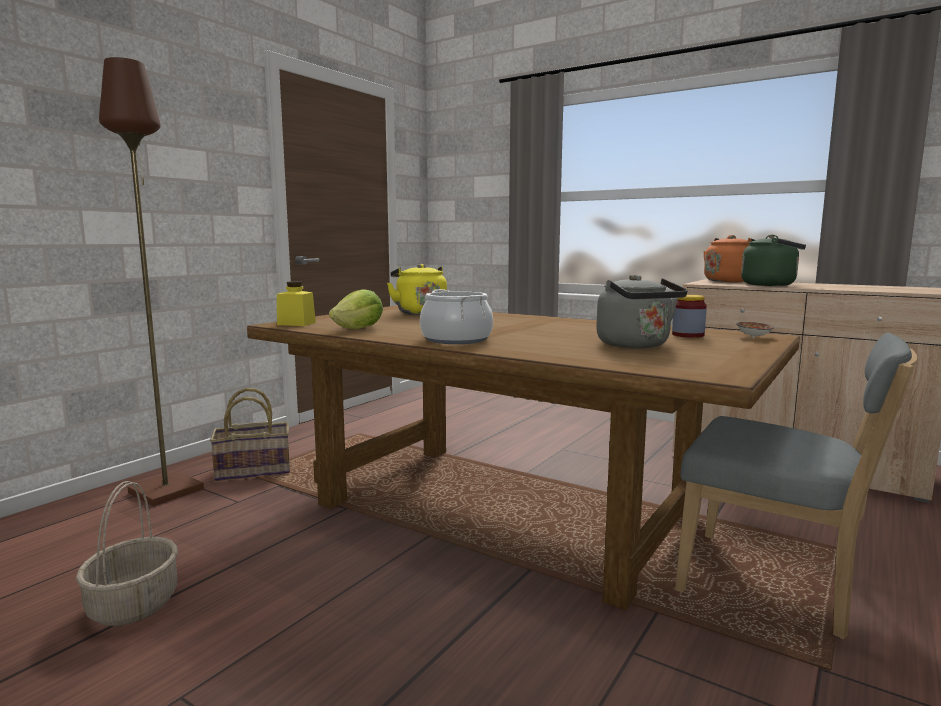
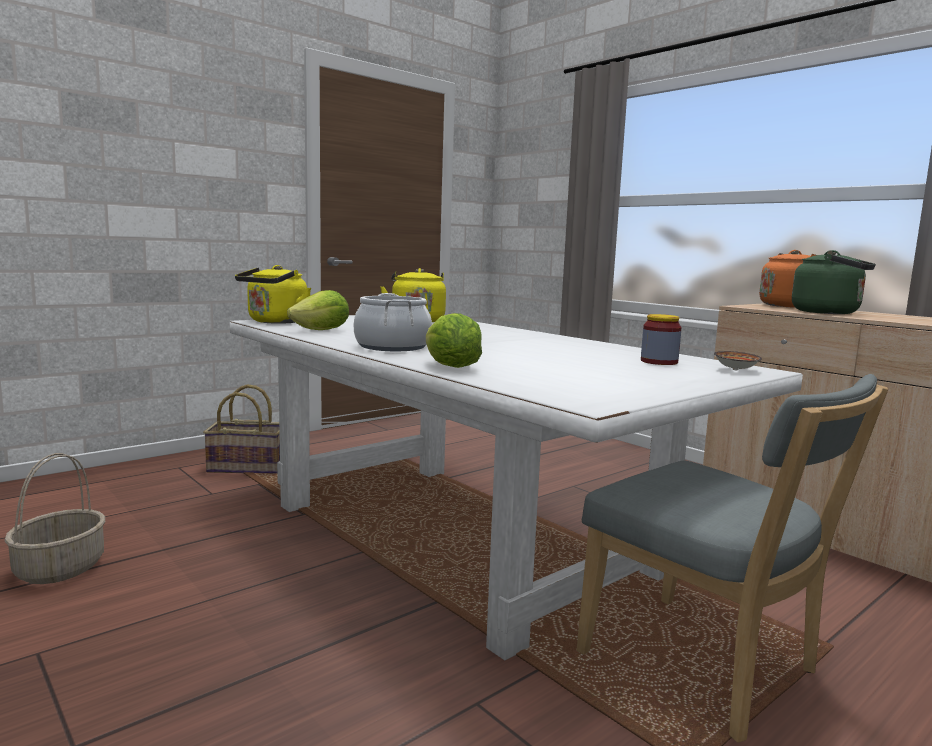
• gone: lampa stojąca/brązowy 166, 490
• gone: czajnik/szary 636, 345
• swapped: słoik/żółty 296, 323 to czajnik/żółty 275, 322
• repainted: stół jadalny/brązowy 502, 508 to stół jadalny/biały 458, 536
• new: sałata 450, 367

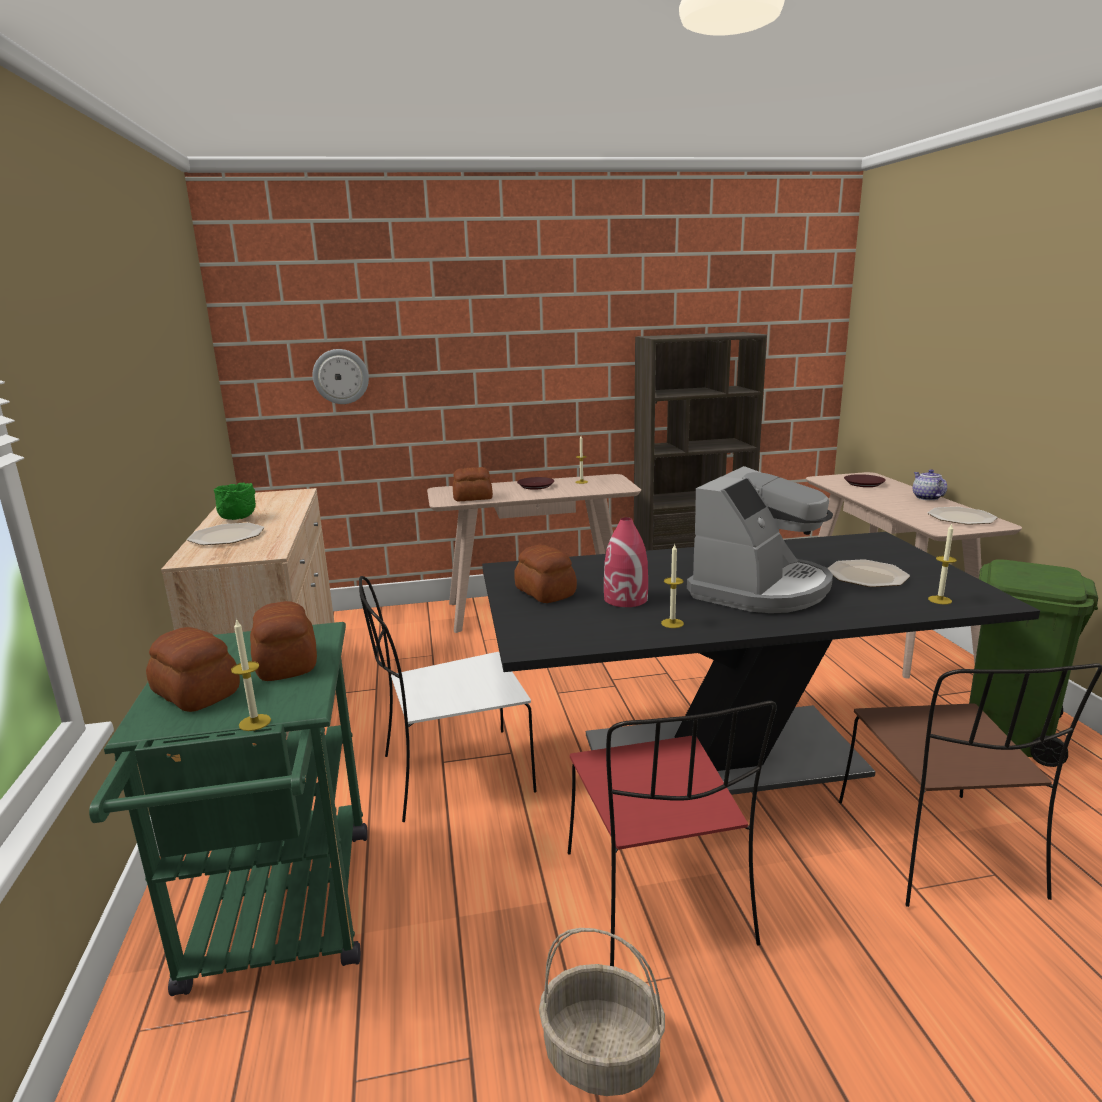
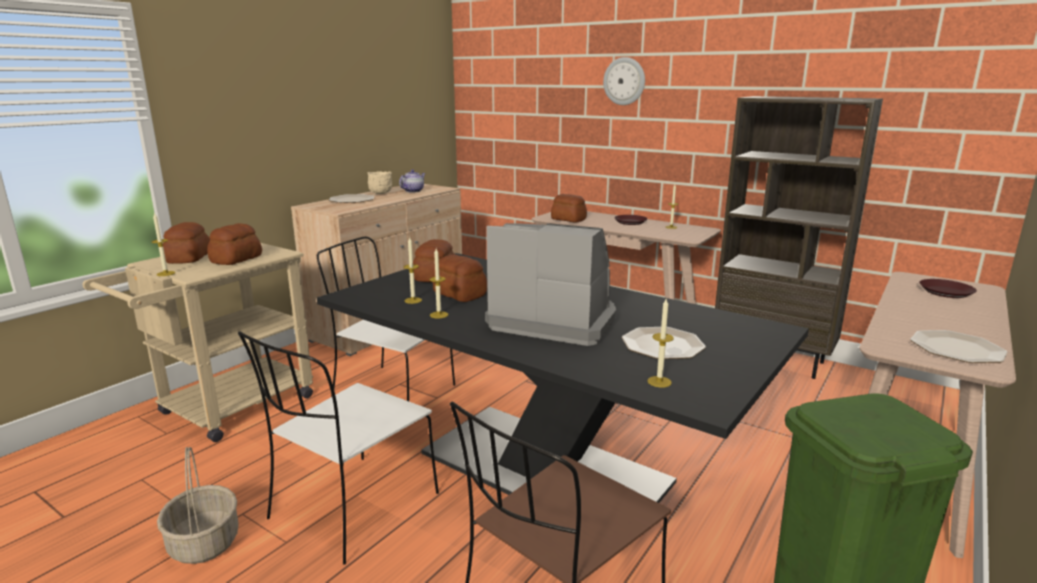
• shifted: zegar ścienny 341, 376 to 624, 81
• rotated: ekspres do kawy 760, 589 = 553, 321 150 degrees counterclockwise
• shifted: imbryk 926, 497 to 413, 191
• repainted: miska/zielony 237, 519 to miska/beżowy 380, 194
• swapped: wazon/czerwony 626, 599 to chleb 460, 294
• repainted: wózek/zielony 279, 922 to wózek/beżowy 226, 410
• repainted: krzesło/czerwony 659, 900 to krzesło/biały 351, 508
• new: świeca 413, 300

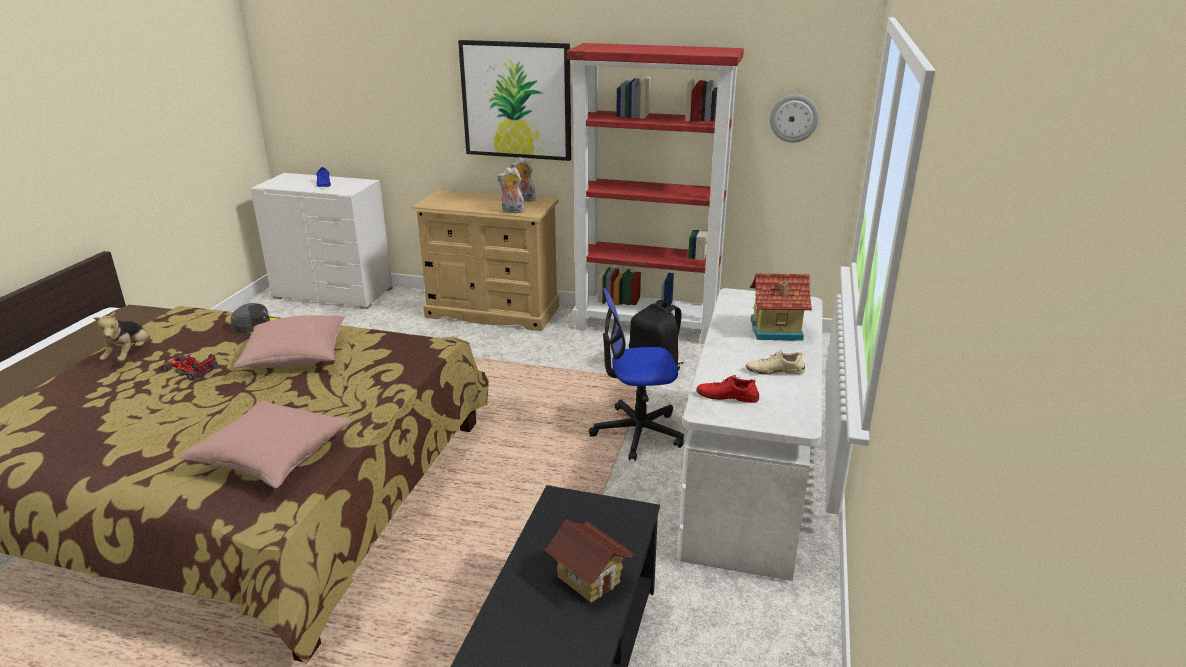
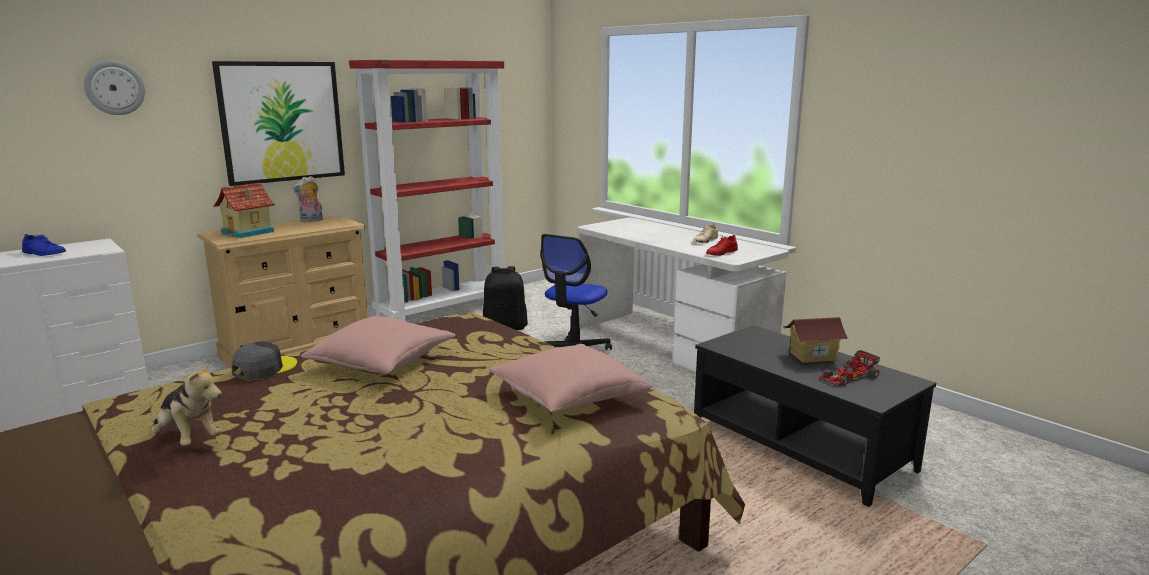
• shifted: zegar ścienny 794, 118 to 114, 88
• gone: pluszak 512, 211
• shifted: domek 776, 330 to 248, 232
• shifted: samochodzik 188, 369 to 848, 376

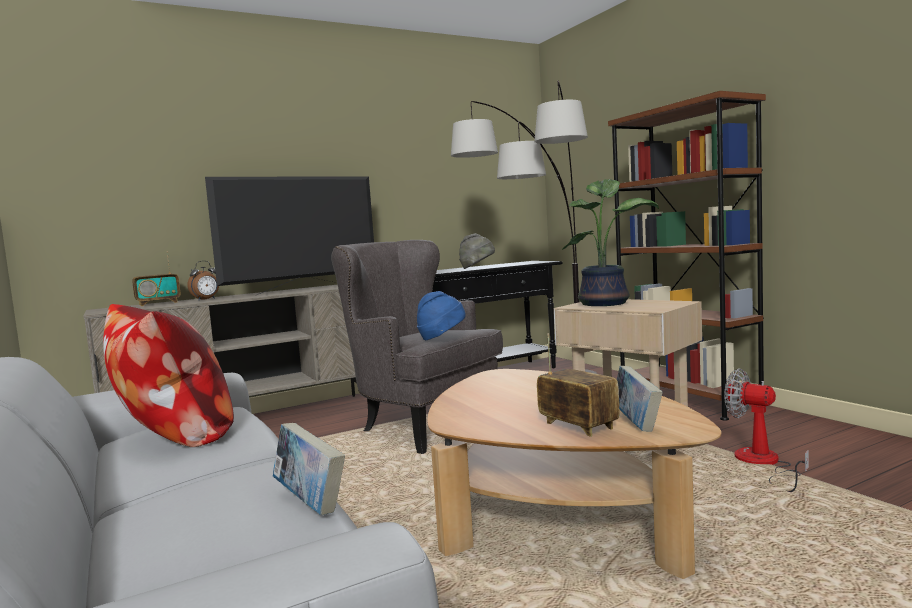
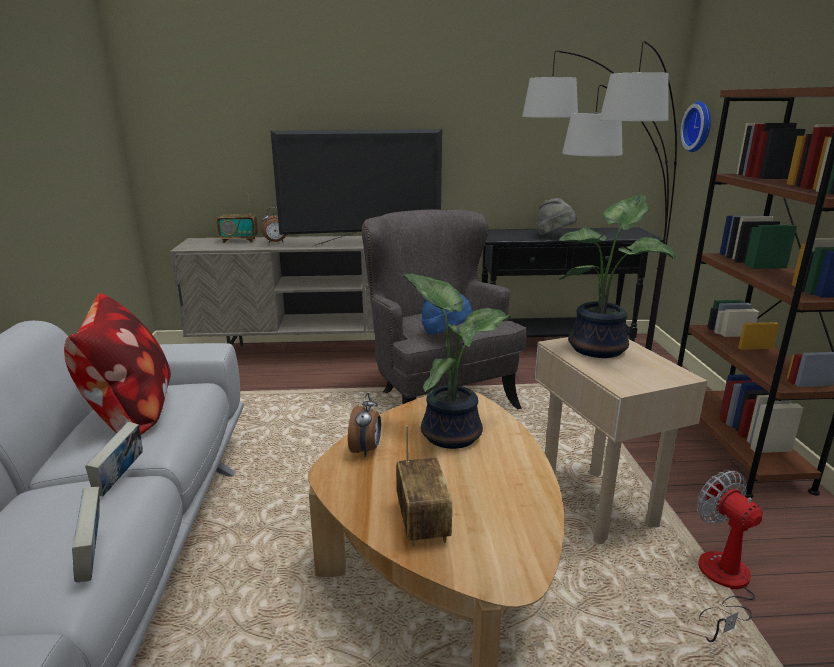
• shifted: książka 636, 423 to 121, 480
• new: zegar ścienny 700, 127
• new: roślina doniczkowa 451, 433
• new: budzik 366, 450

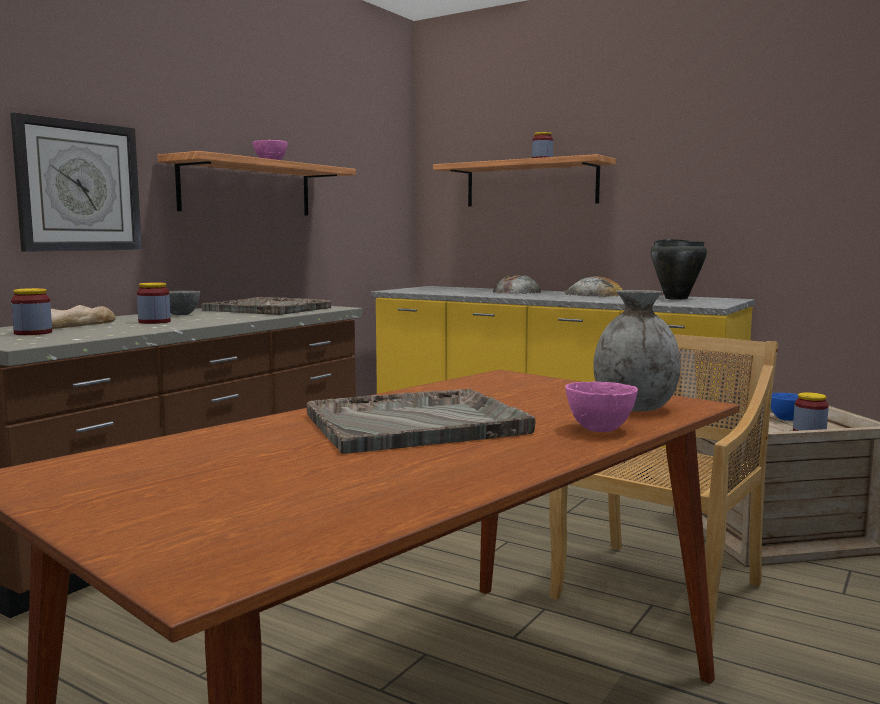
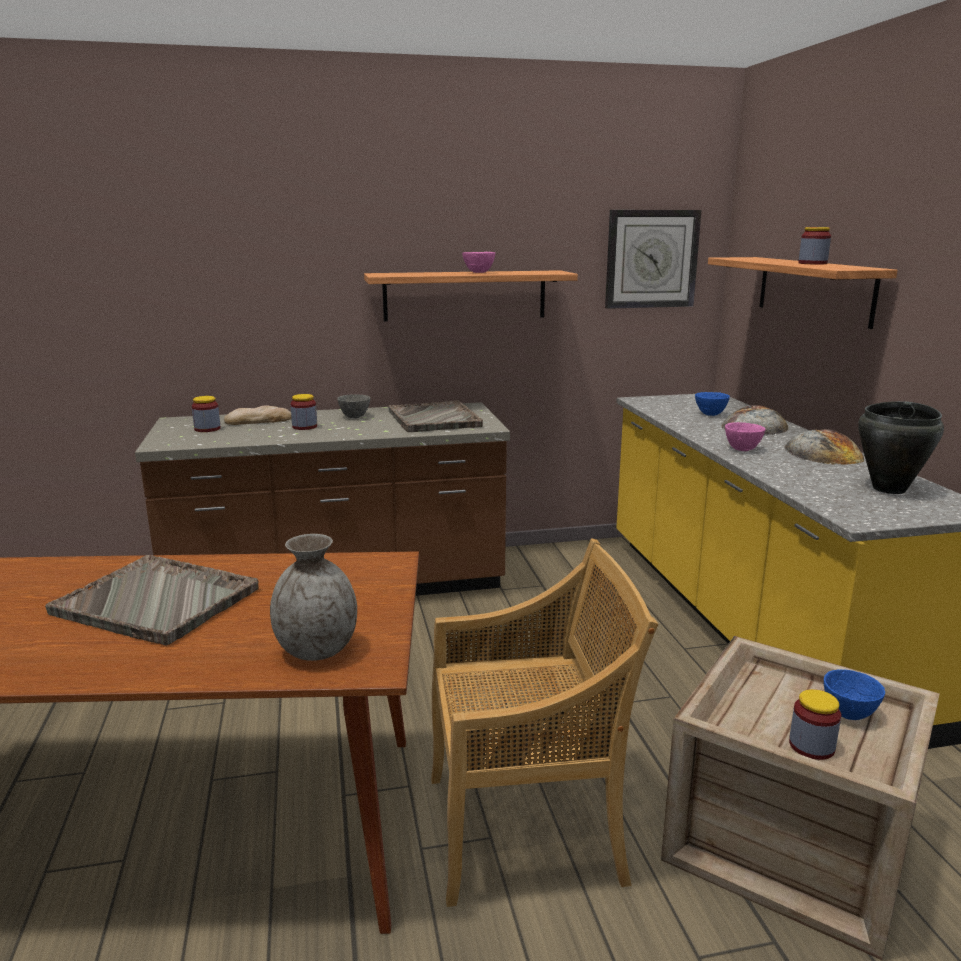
• shifted: zegar ścienny 78, 186 to 651, 259
• shifted: miska/różowy 598, 429 to 741, 449
• new: miska/niebieski 710, 414

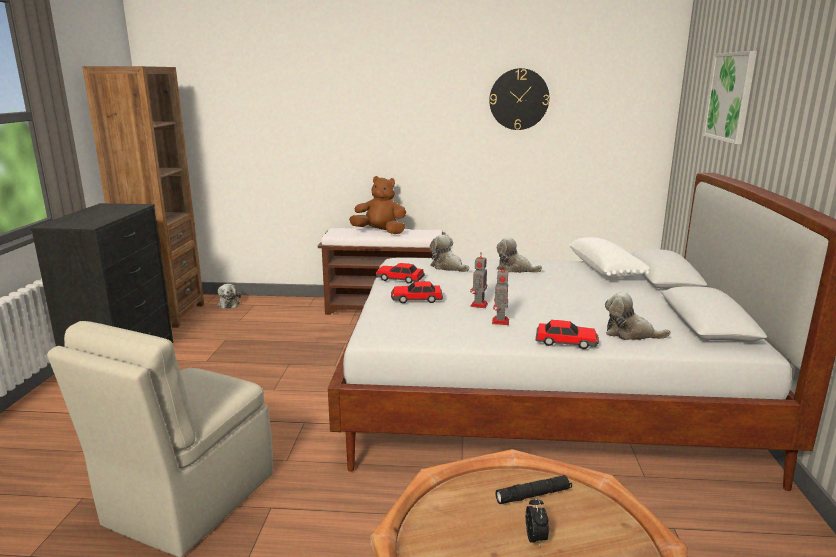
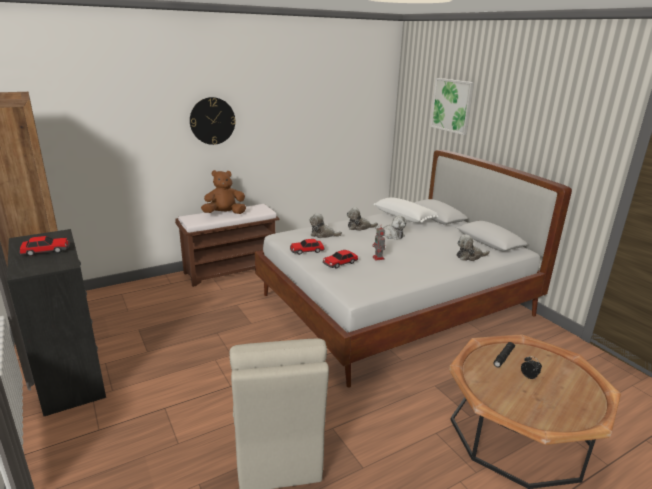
• shifted: zegar ścienny 519, 99 to 212, 121
• gone: robot zabawkowy 500, 322
• shifted: pluszak 228, 304 to 391, 235
• shifted: samochodzik 566, 342 to 46, 251

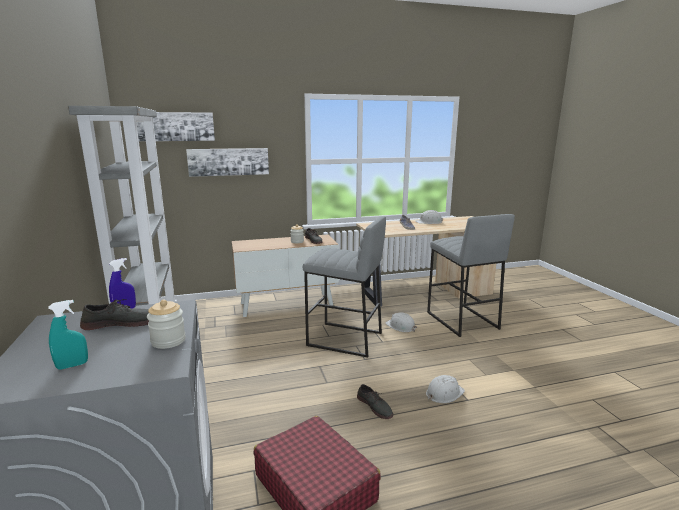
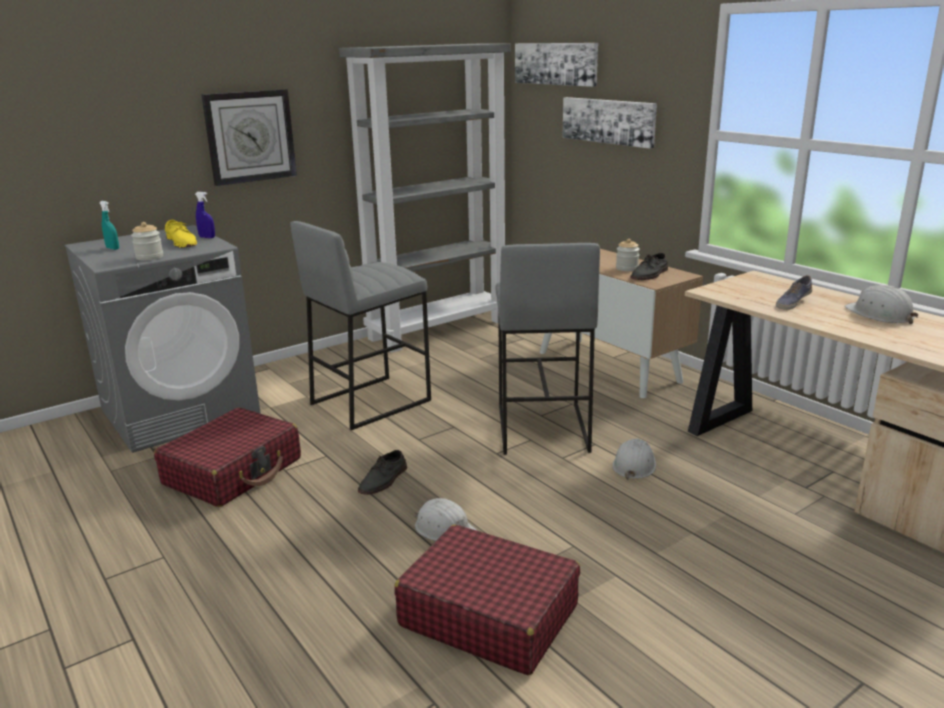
• shifted: stołek/szary 461, 320 to 370, 401
• repainted: but/szary 122, 323 to but/żółty 182, 242
• new: zegar ścienny 250, 136
• new: walizka/czerwony 488, 615

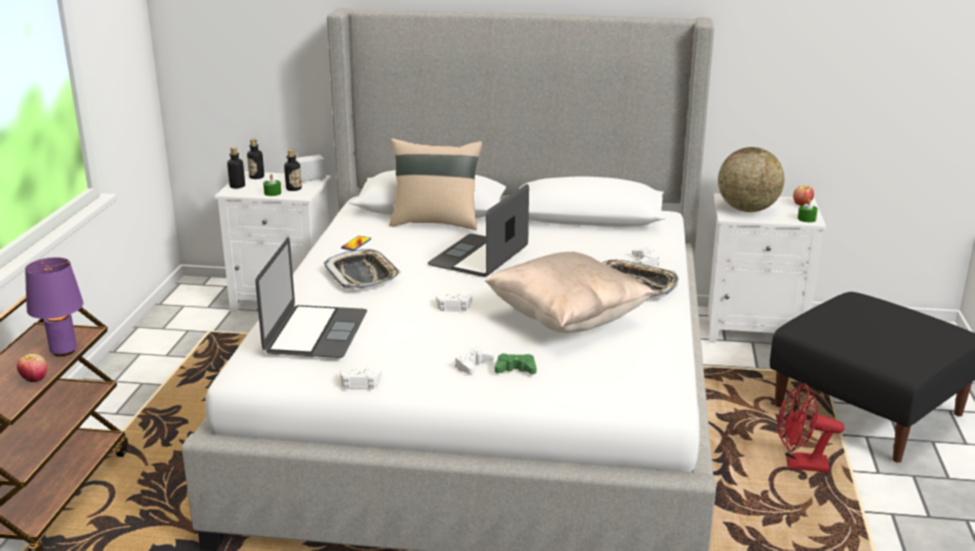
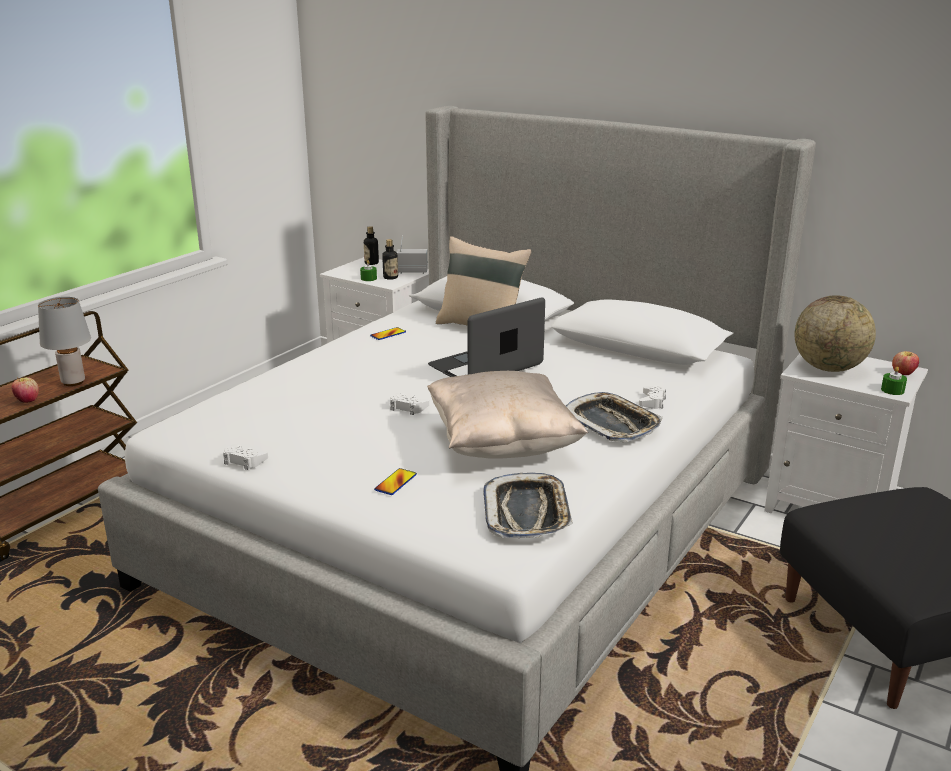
• gone: butelka 237, 186
• gone: laptop 316, 332
• shifted: taca 362, 275 to 527, 513
• repainted: lampa stołowa/fioletowy 63, 351 to lampa stołowa/szary 72, 382
• gone: pad do gier/biały 473, 365
• swapped: pad do gier/zielony 515, 369 to telefon 395, 482
• gone: wentylator/czerwony 799, 465

